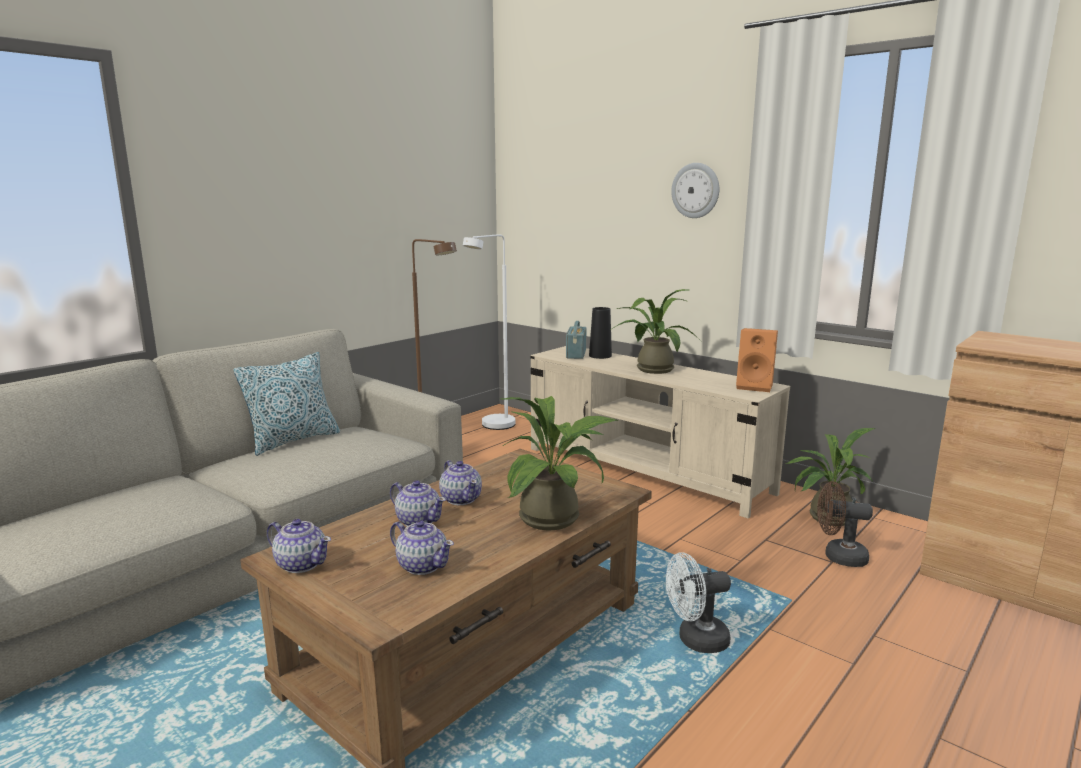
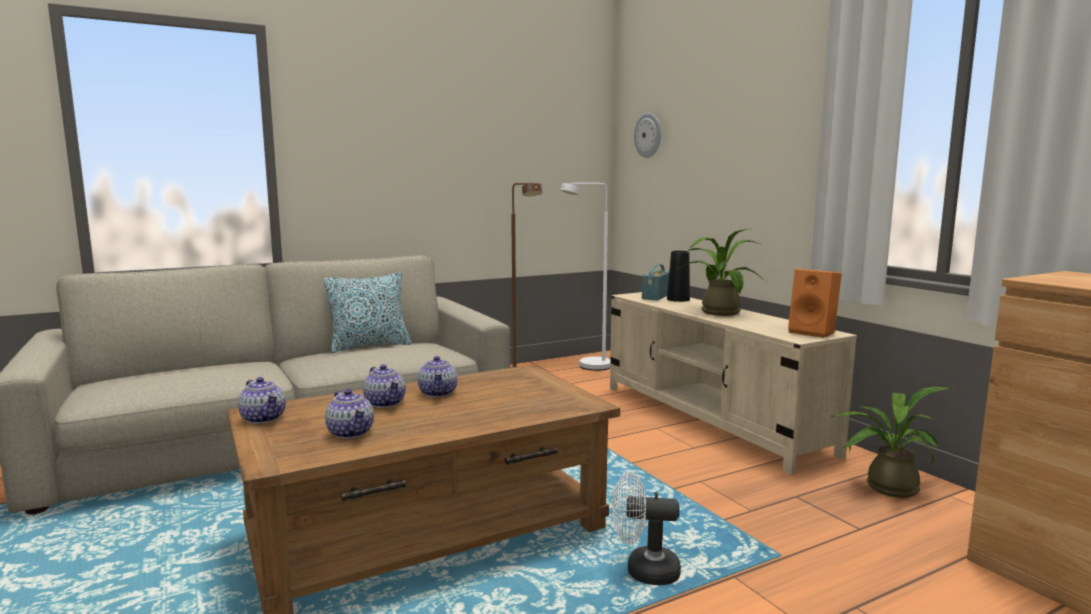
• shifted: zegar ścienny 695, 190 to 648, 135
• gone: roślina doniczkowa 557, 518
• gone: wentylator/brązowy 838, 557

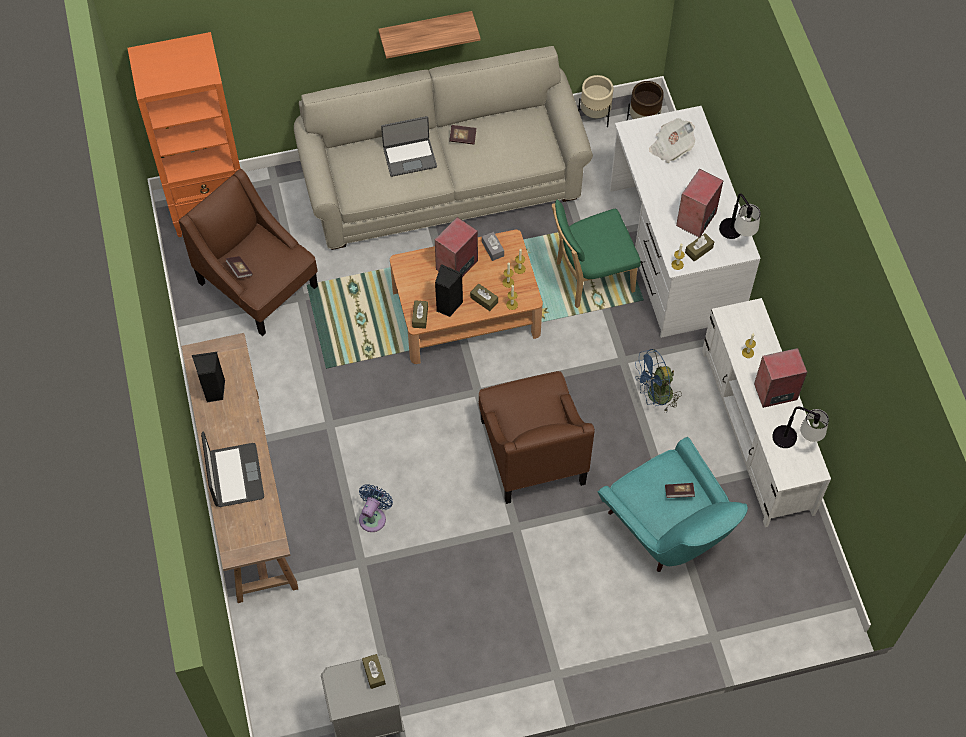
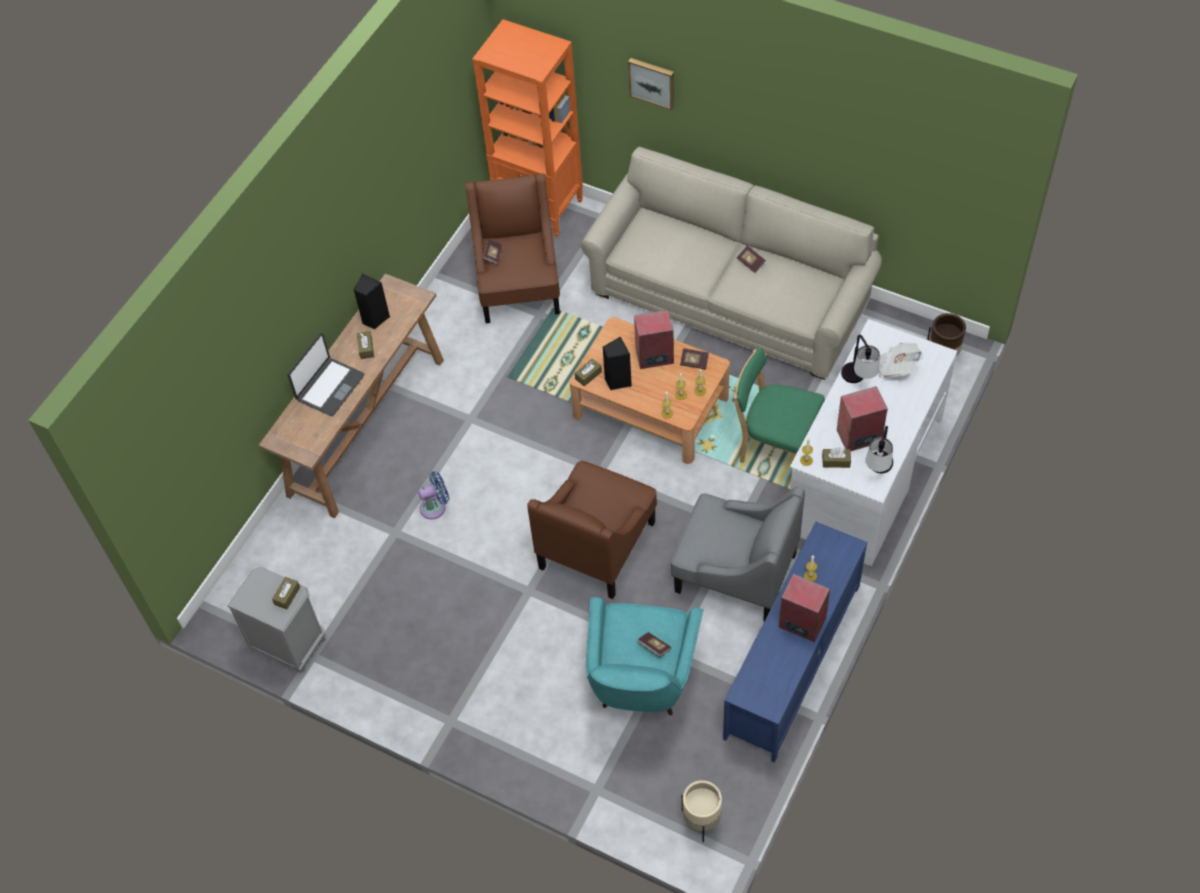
• gone: półka 425, 30
• shifted: donica/beżowy 595, 116 to 702, 820
• gone: laptop 409, 157
• swapped: pudełko chusteczek/szary 492, 249 to książka 694, 362
• shifted: pudełko chusteczek/brązowy 484, 300 to 366, 348
• repainted: szafka pod telewizor/biały 757, 431 to szafka pod telewizor/niebieski 792, 661
• swapped: wentylator/niebieski 655, 396 to fotel/szary 735, 573
• shifted: lampa stołowa 795, 442 to 858, 382
• new: obraz 652, 82

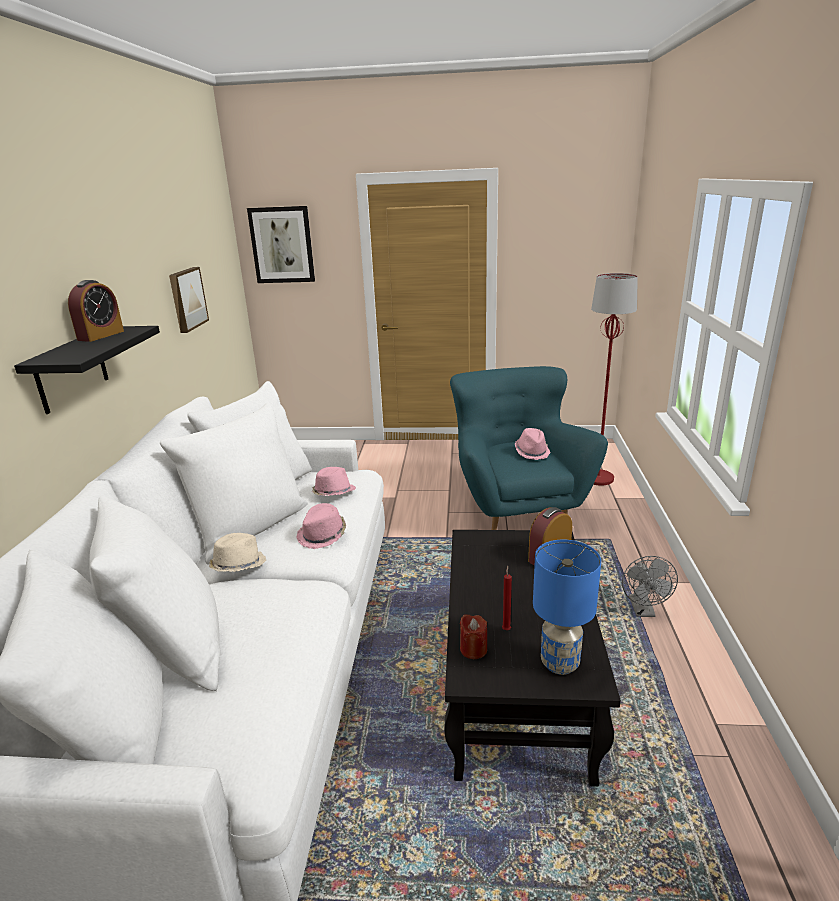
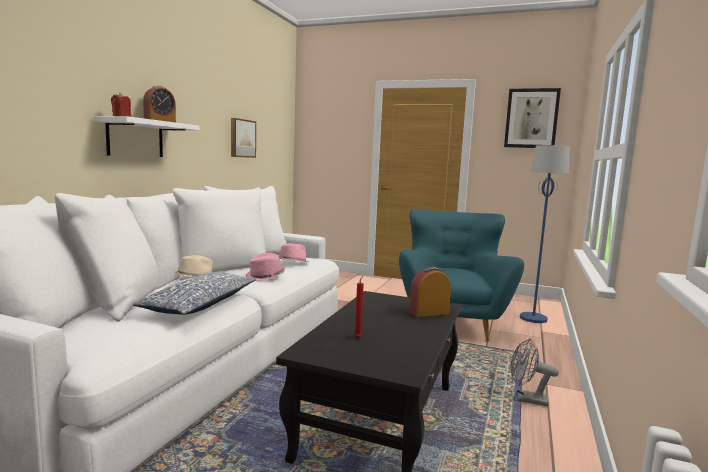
• shifted: obraz 282, 245 to 531, 118
• repainted: lampa stojąca/czerwony 598, 478 to lampa stojąca/niebieski 533, 318
• repainted: półka/czarny 71, 370 to półka/biały 135, 138
• gone: kapelusz/różowy 532, 452
• gone: lampa stołowa/niebieski 559, 664
• rotated: wentylator/szary 643, 611 = 526, 399 90 degrees clockwise
• shifted: świeca/czerwony 473, 649 to 121, 117
• new: poduszka 199, 305

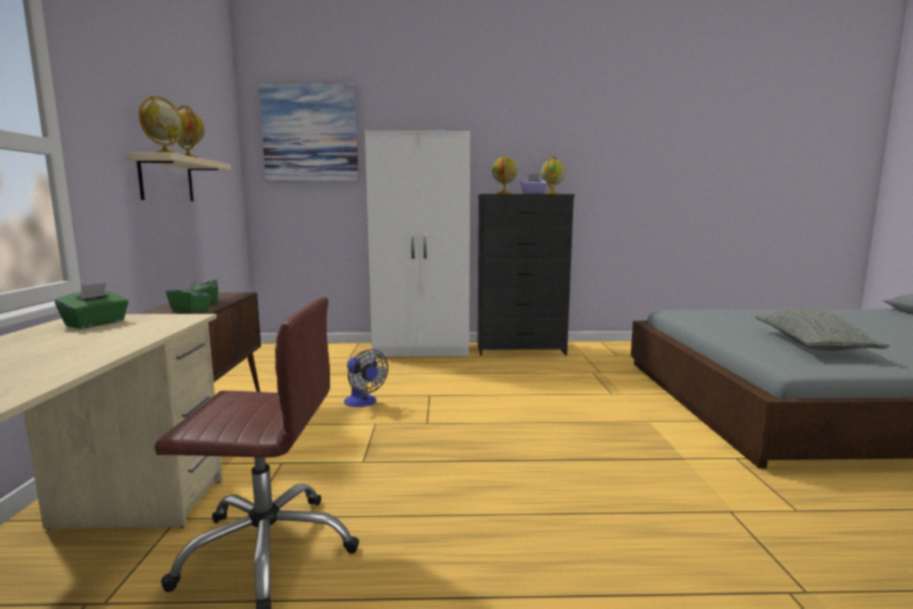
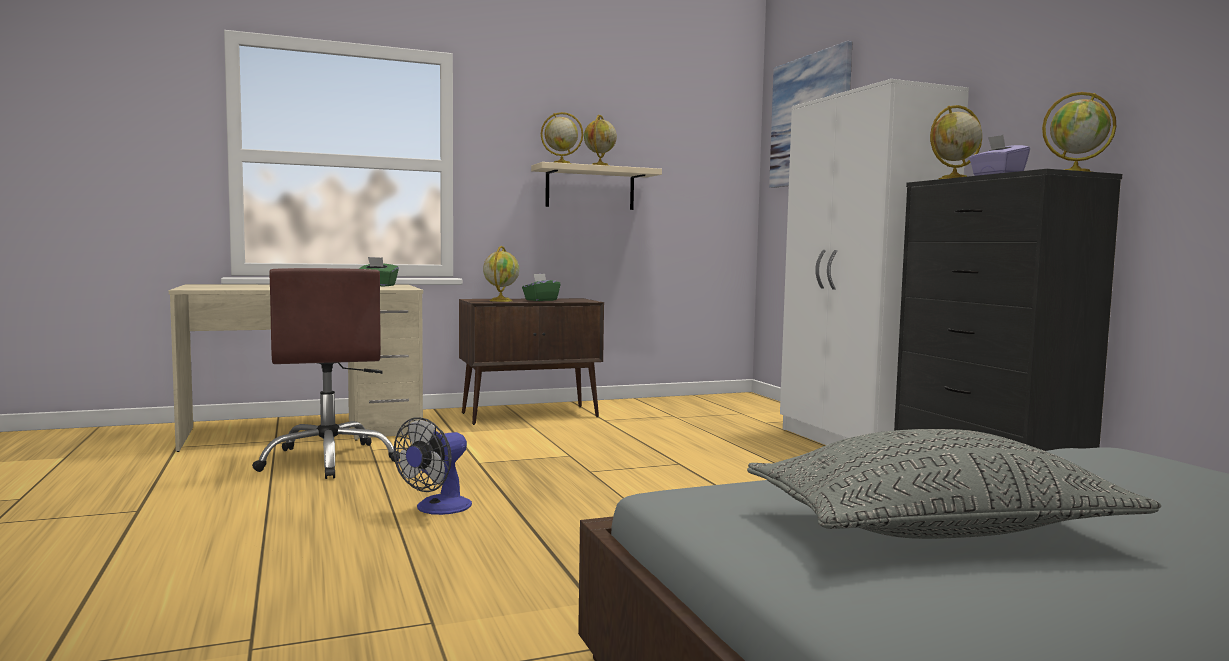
• swapped: pudełko chusteczek/zielony 191, 310 to globus 501, 301
• shifted: wentylator 363, 403 to 437, 509

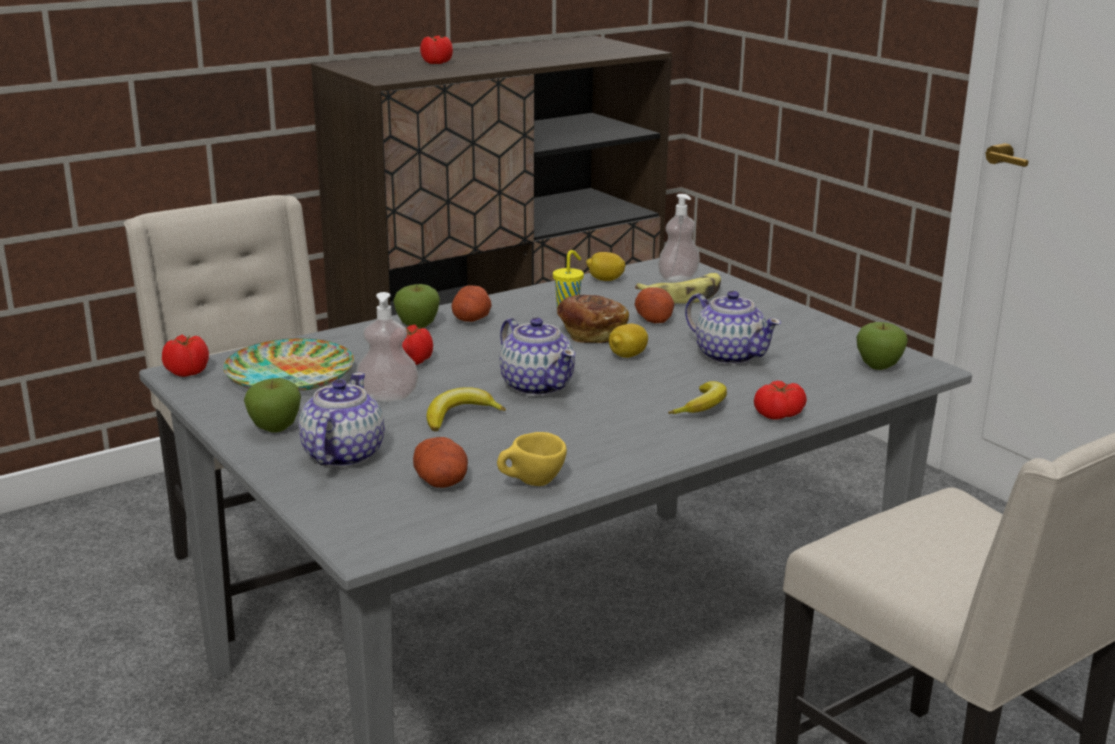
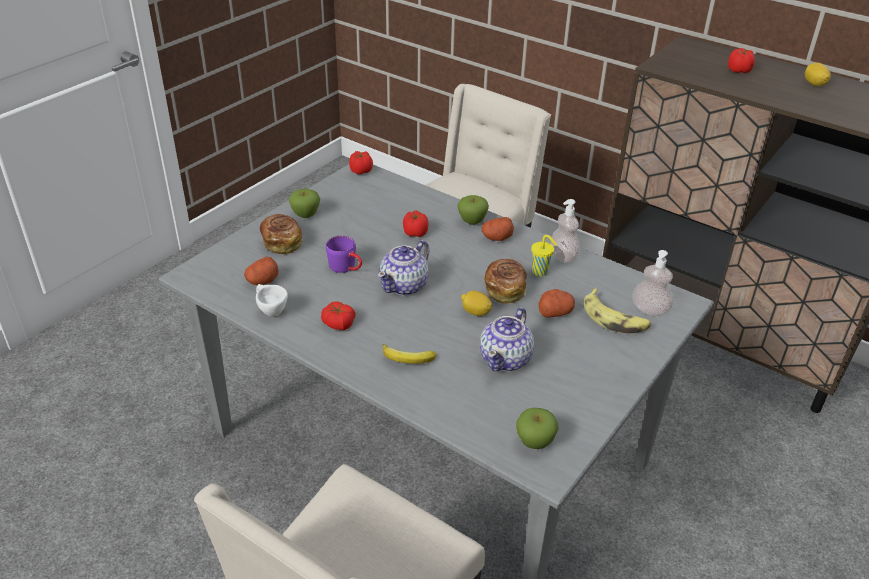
• shifted: cytryna 605, 280 to 814, 84
• shifted: dozownik mydła 388, 397 to 563, 256
• gone: talerz 289, 375
• swapped: imbryk 342, 455 to chleb 282, 243
• shifted: pomidor 779, 414 to 338, 323
• swapped: banan 460, 416 to kubek/fioletowy 347, 268
• repainted: filiżanka/żółty 531, 484 to filiżanka/biały 270, 311

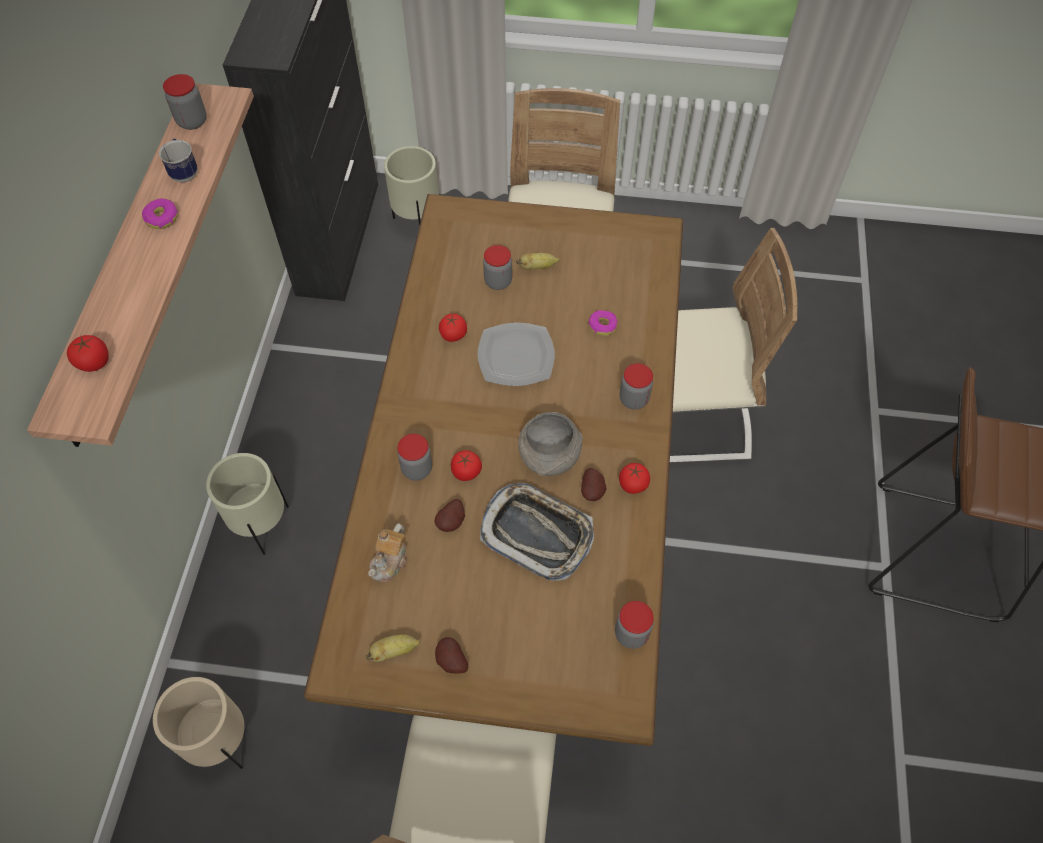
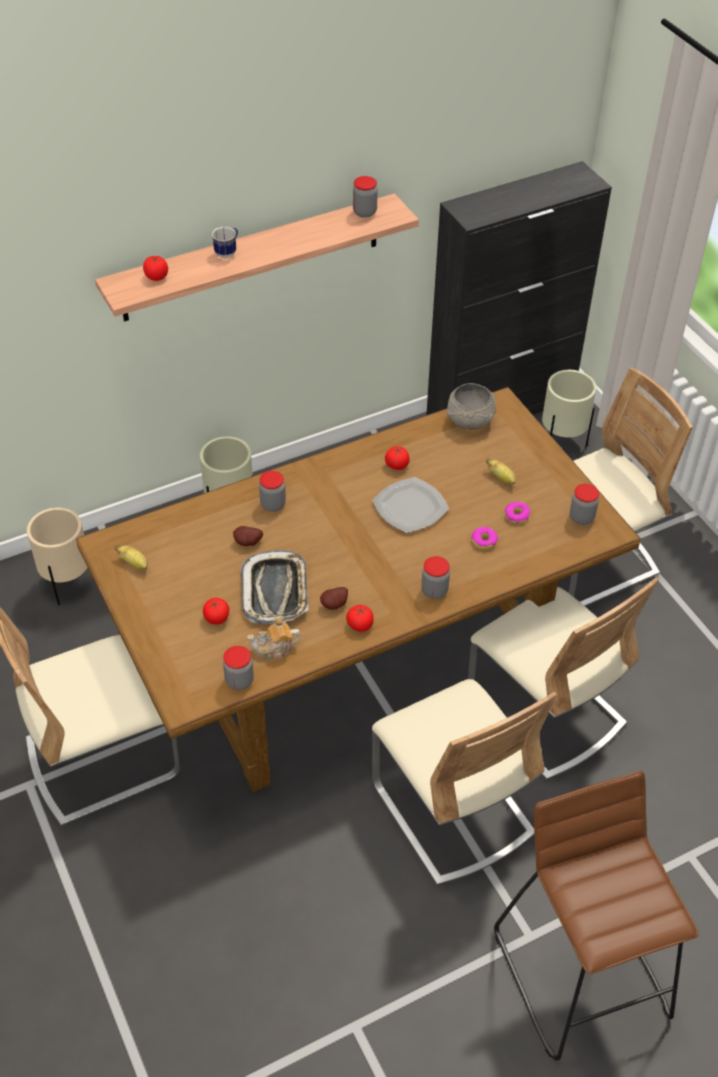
• shifted: kubek 184, 172 to 228, 252
• shifted: donut 162, 218 to 516, 515
• shifted: słoik 498, 281 to 581, 517
• shifted: miska/szary 550, 456 to 470, 421
• shifted: pomidor 466, 472 to 216, 618
• shifted: imbryk 390, 561 to 274, 649
• gone: ziemniak 450, 662
• new: krzesło/beżowy 452, 809

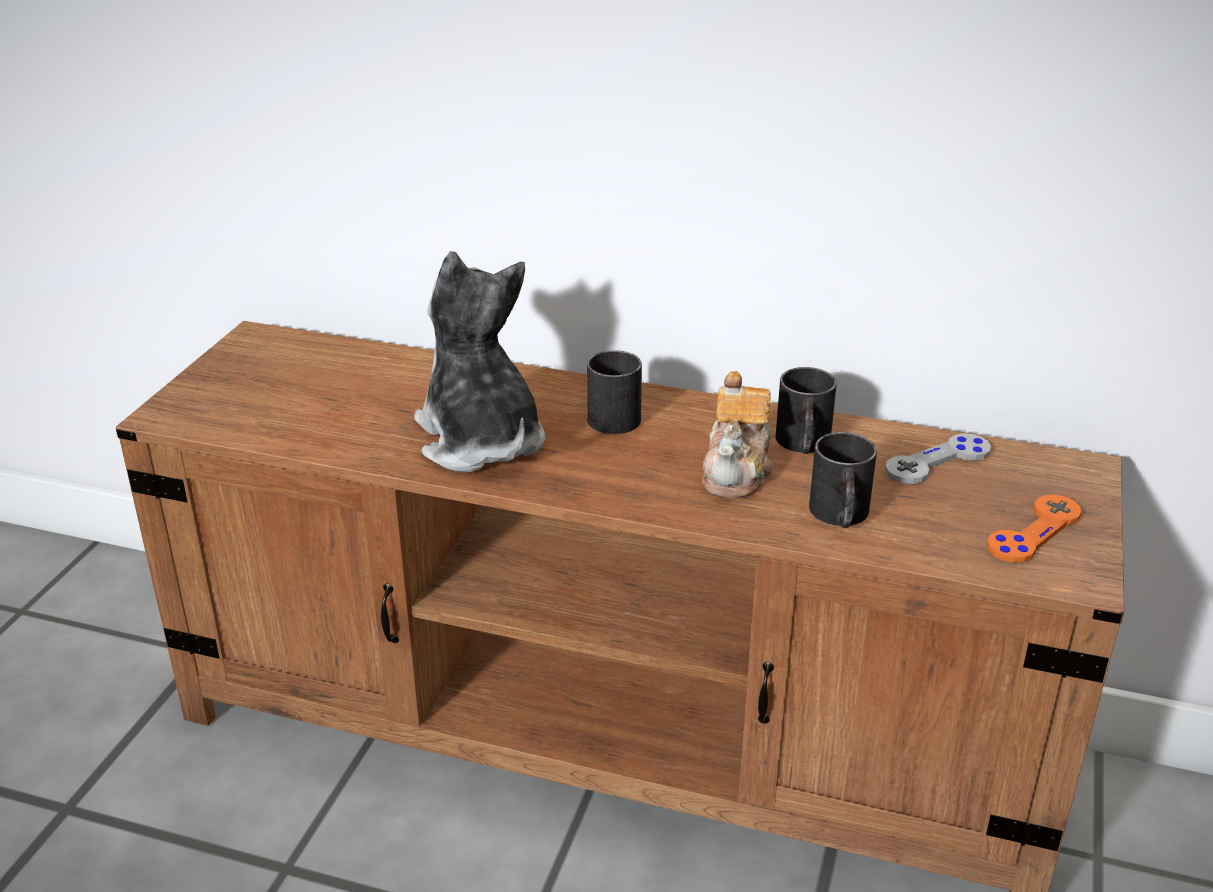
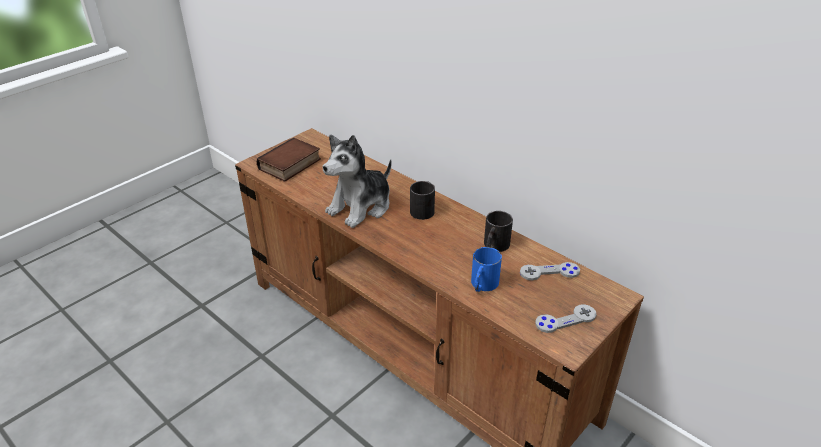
• rotated: pluszak 480, 441 = 361, 207 135 degrees counterclockwise
• gone: imbryk 737, 471
• repainted: kubek/czarny 840, 516 to kubek/niebieski 482, 285
• repainted: pad do gier/pomarańczowy 1034, 531 to pad do gier/szary 565, 319
• new: książka 290, 165

